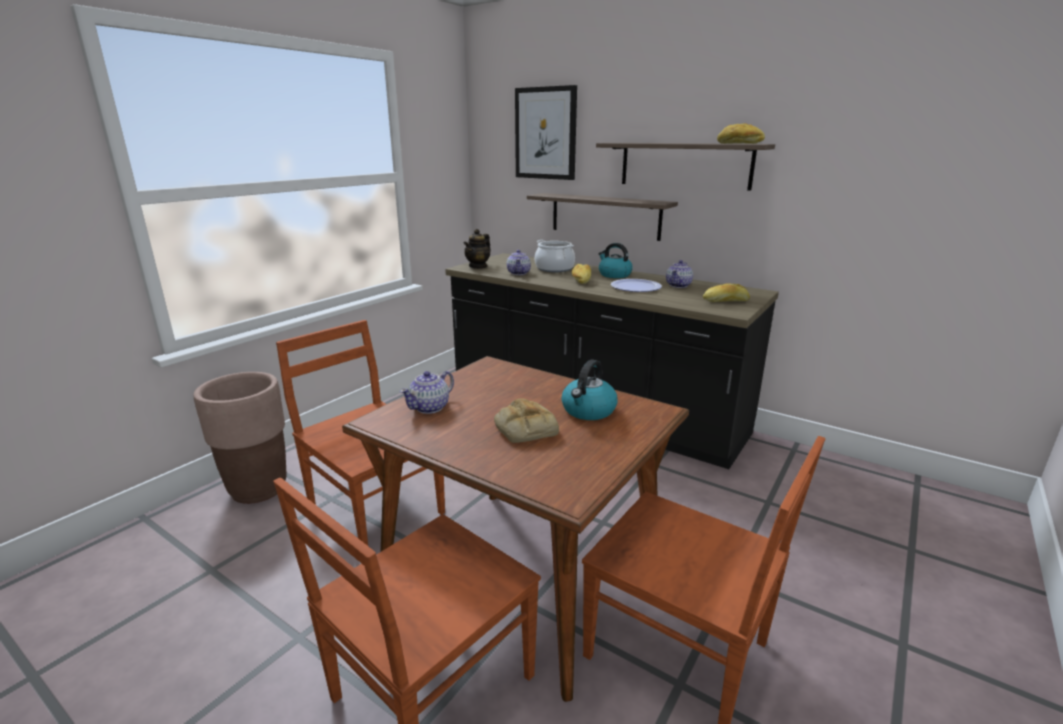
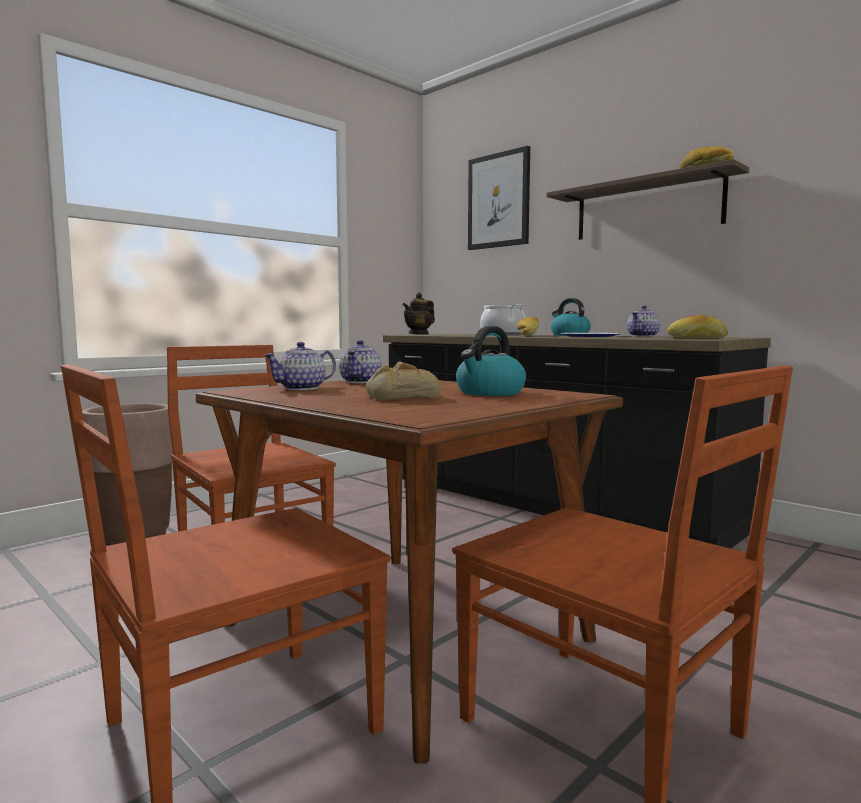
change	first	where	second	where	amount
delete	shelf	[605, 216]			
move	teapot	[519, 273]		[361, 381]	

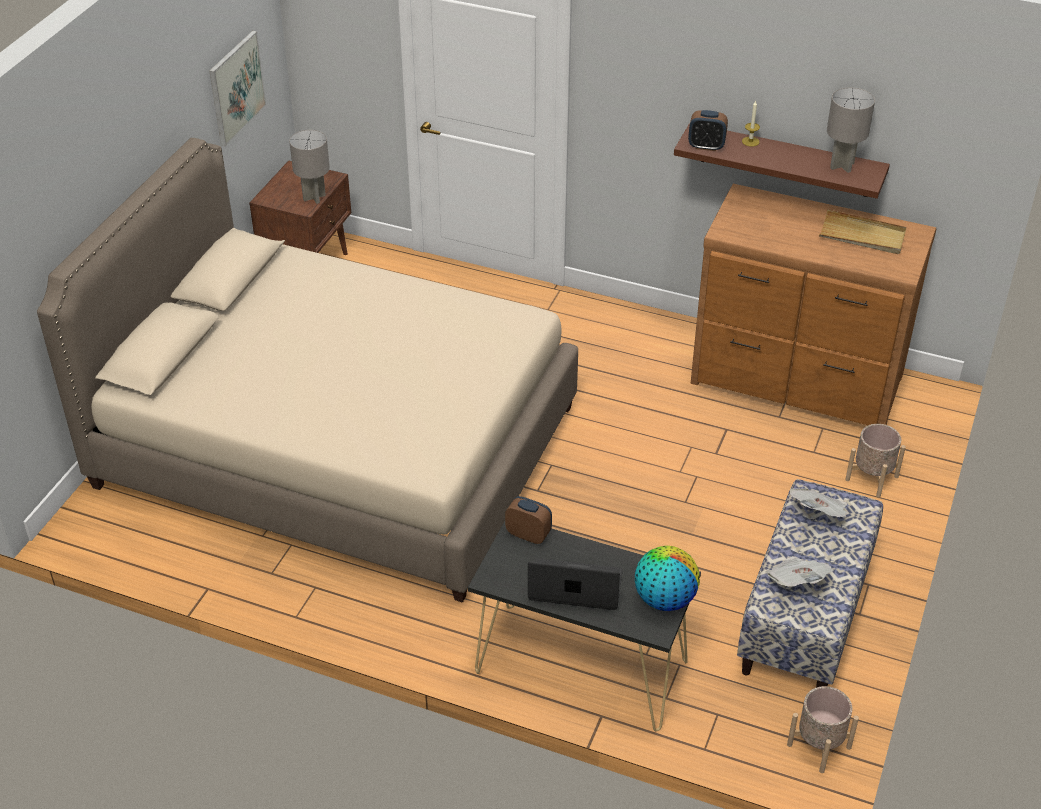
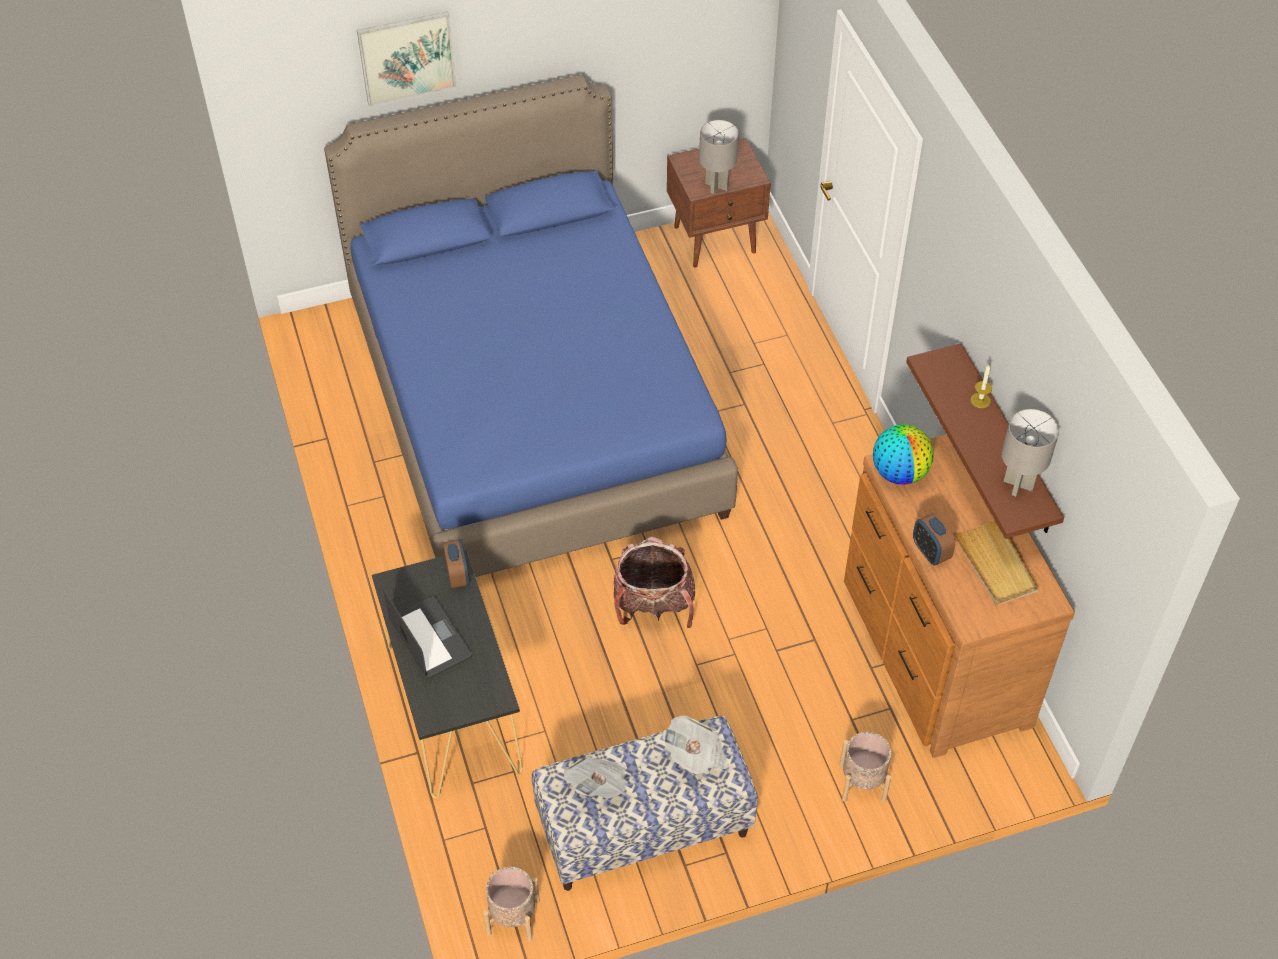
change	first	where	second	where	amount
insert			backpack	[653, 606]	
move	picture	[236, 88]		[407, 57]	
move	globe	[664, 599]		[899, 473]	
move	alarm clock	[706, 146]		[930, 552]	
recolor	beige bed	[337, 447]	blue bed	[533, 406]	

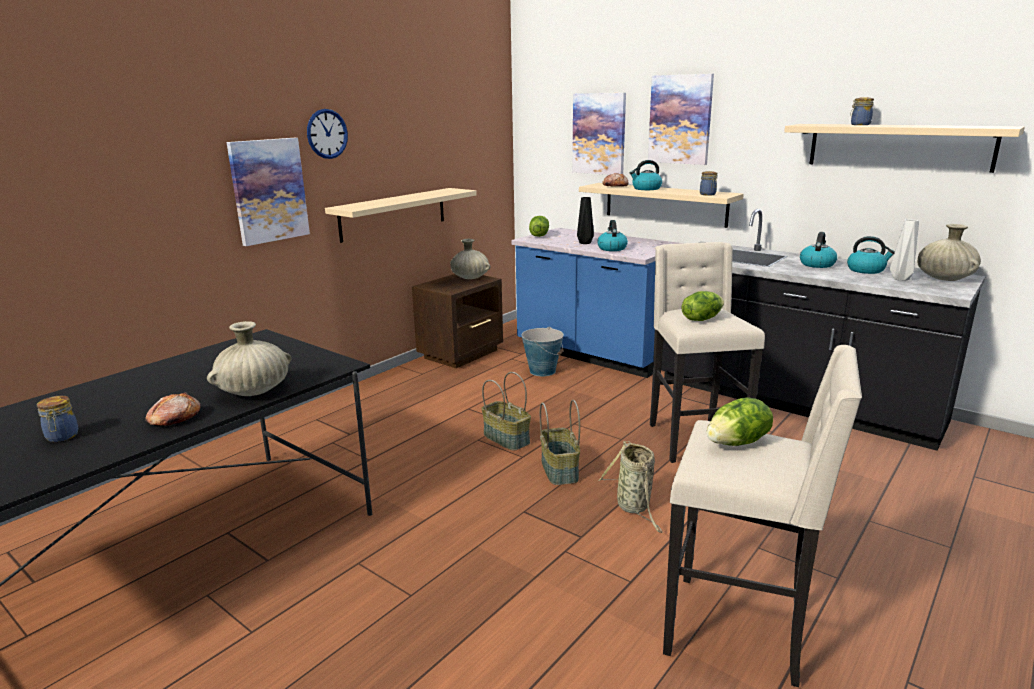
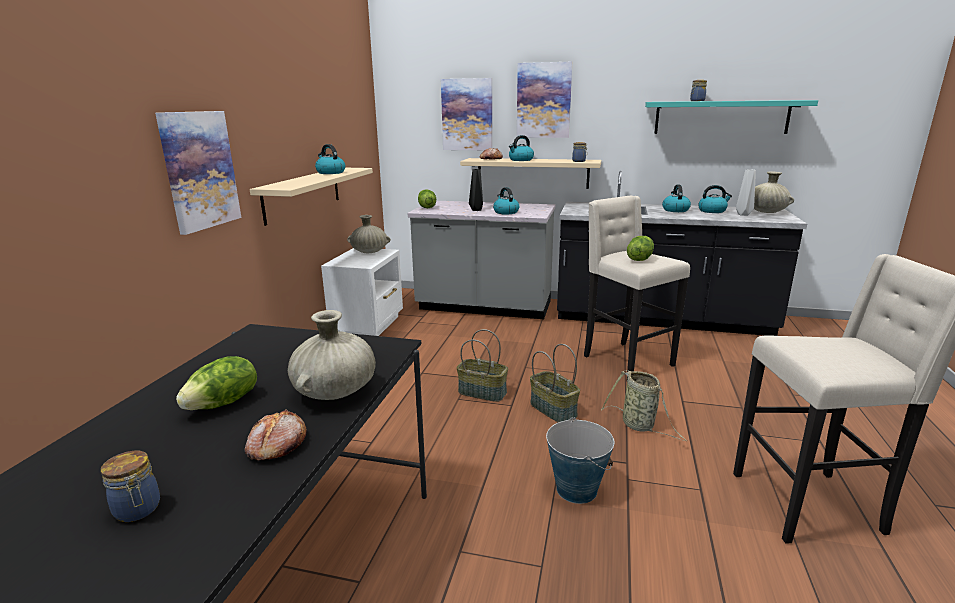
change	first	where	second	where	amount
delete	wall clock	[327, 134]			
insert			kettle	[330, 172]	
move	bucket	[542, 371]		[576, 489]	
move	lettuce	[738, 442]		[224, 403]	
recolor	brown nightstand	[462, 354]	white nightstand	[369, 325]	
recolor	blue counter	[594, 354]	grey counter	[484, 307]	
recolor	beige shelf	[898, 146]	turquoise shelf	[721, 117]	

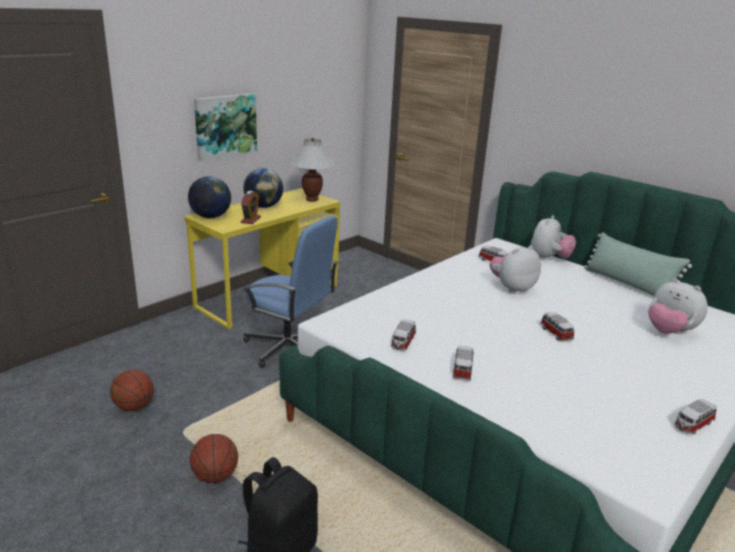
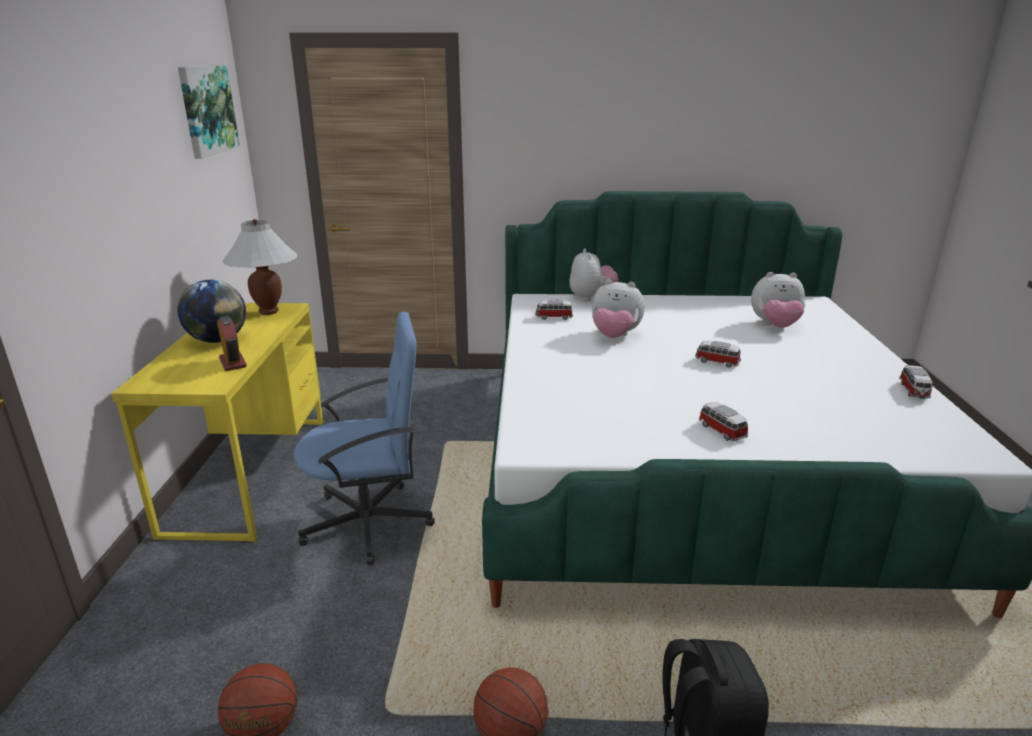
change	first	where	second	where	amount
delete	globe	[210, 217]			
delete	toy car	[403, 342]			
delete	green pillow	[628, 285]			
move	picture	[225, 126]		[207, 110]	
rotate	plush toy	[512, 288]		[614, 336]	90 degrees counterclockwise

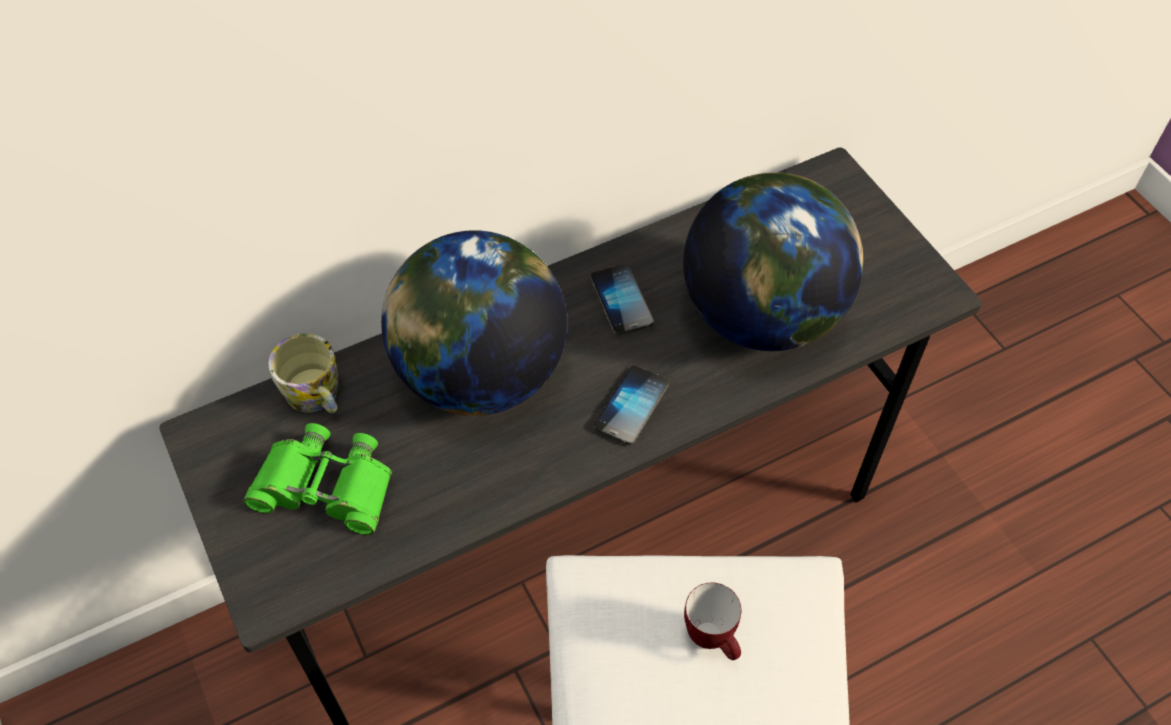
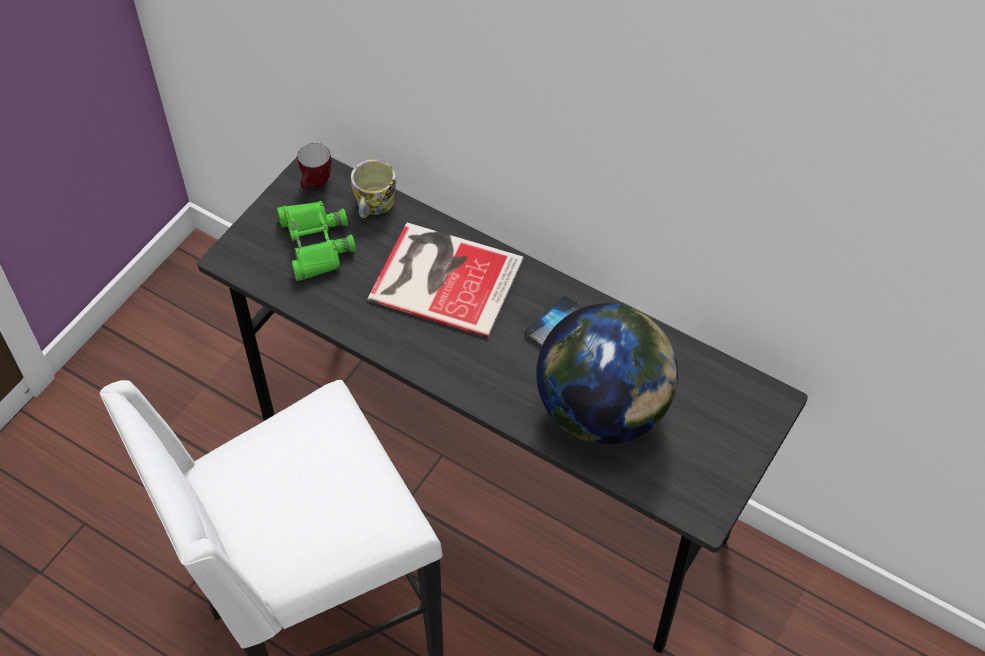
change	first	where	second	where	amount
delete	phone	[631, 406]			
move	mug	[713, 640]		[316, 185]	
replace	globe	[480, 374]	book	[443, 276]	

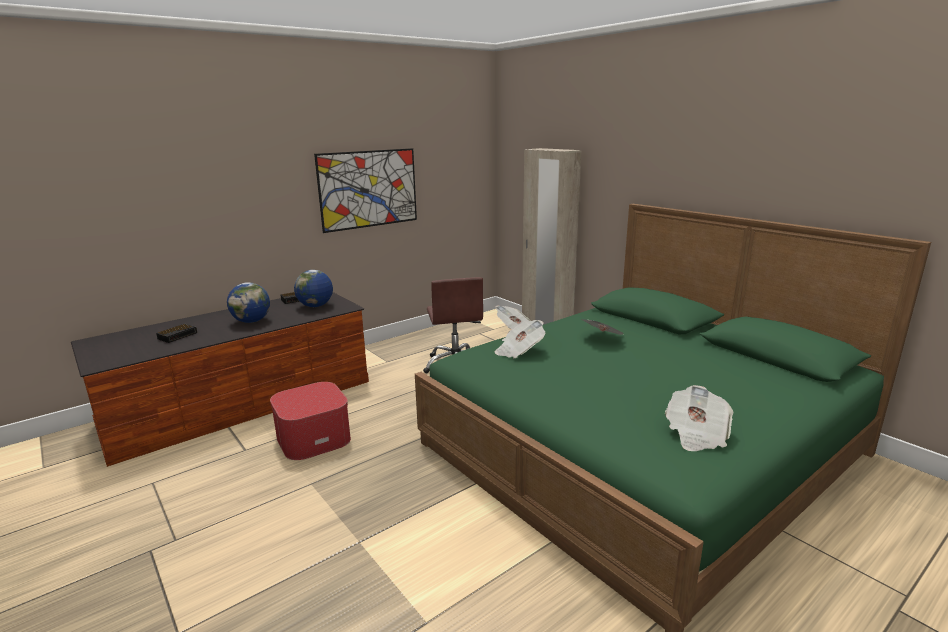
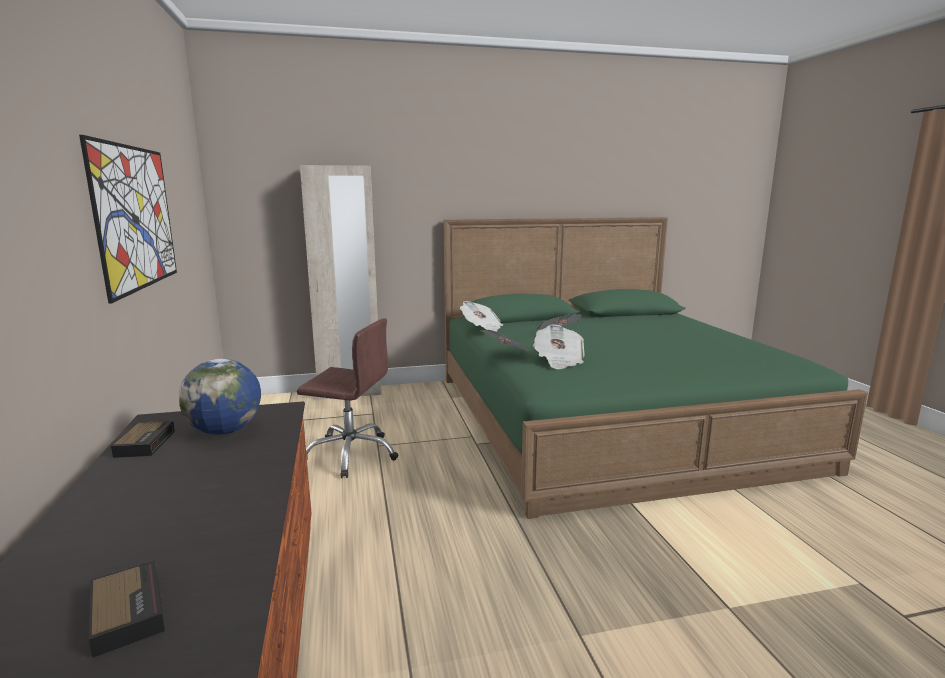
change	first	where	second	where	amount
delete	globe	[252, 321]			
delete	ottoman	[313, 437]			
move	newspaper	[696, 434]		[481, 328]	

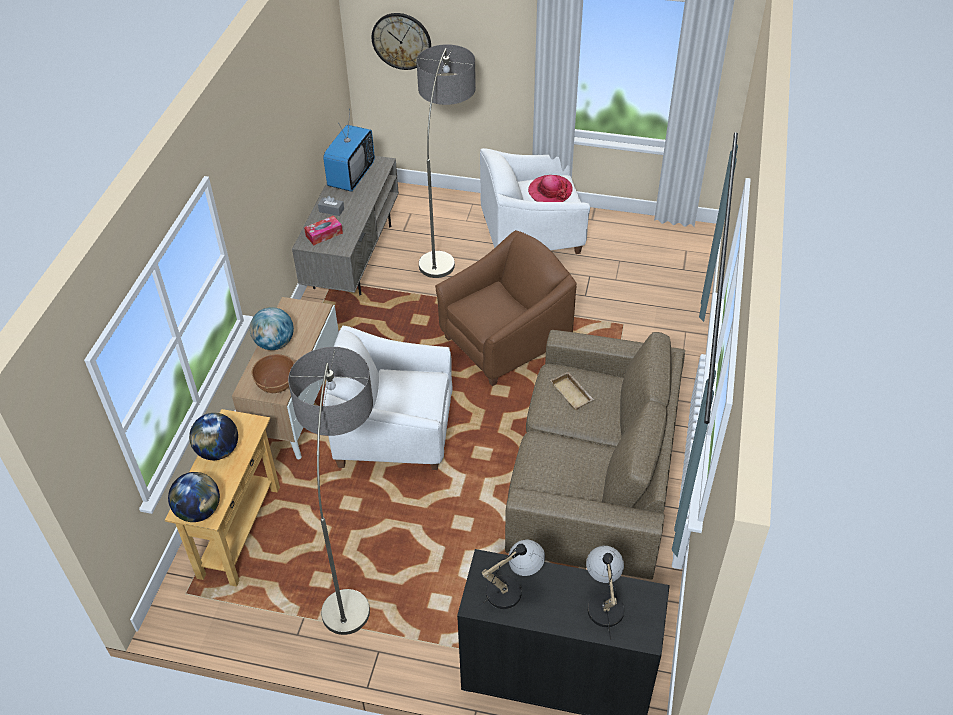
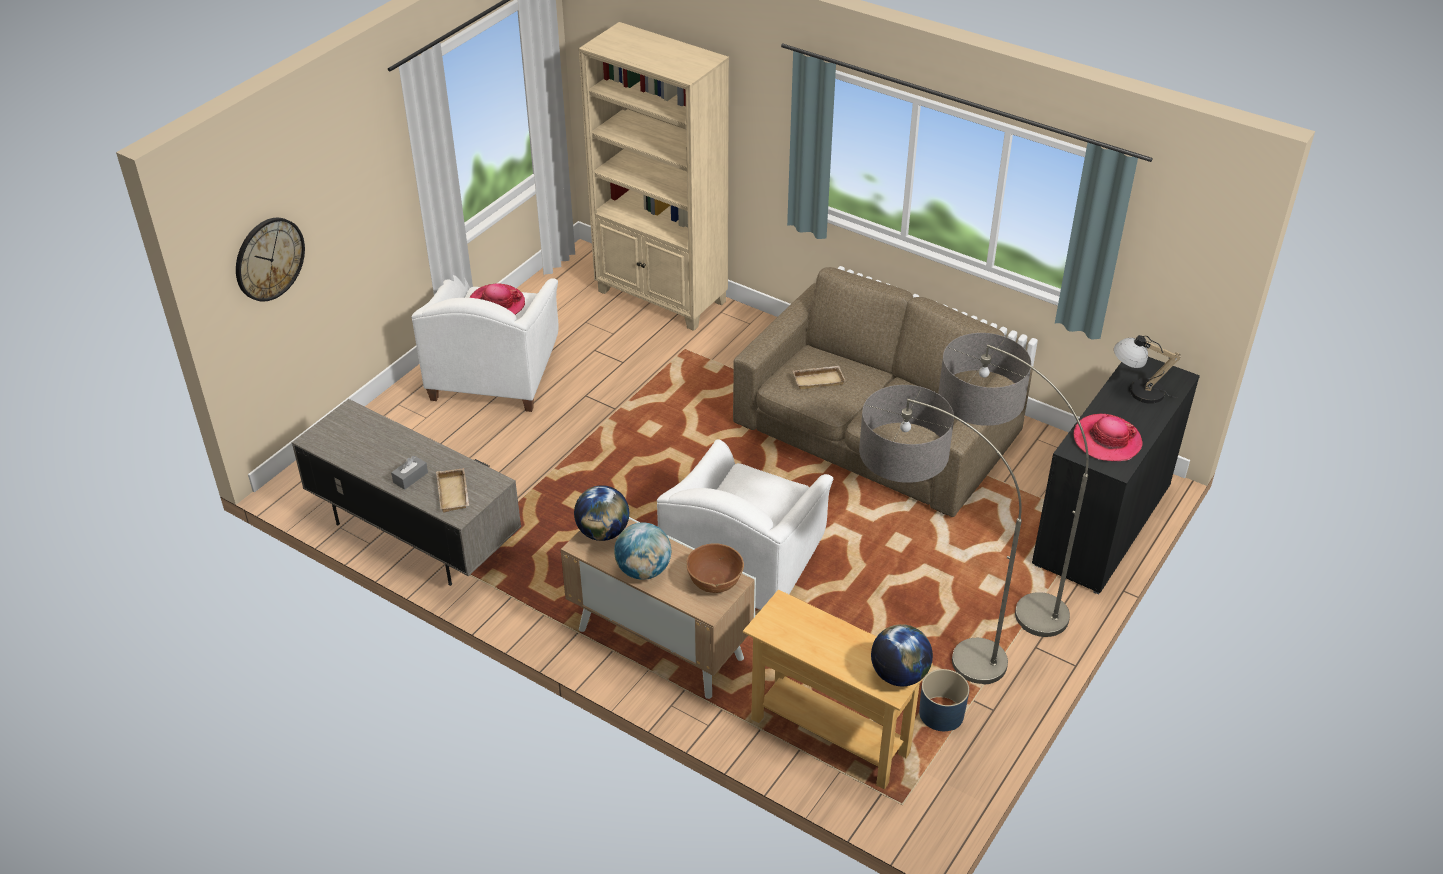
change	first	where	second	where	amount
delete	television	[351, 176]			
delete	brown armchair	[505, 343]			
insert			beige bookcase	[662, 297]	
insert			blue planter	[941, 714]	
move	globe	[218, 451]		[603, 532]	
move	floor lamp	[447, 238]		[983, 590]	
replace	tissue box	[324, 234]	beige tray	[455, 494]	
replace	table lamp	[512, 588]	hat	[1107, 440]	

